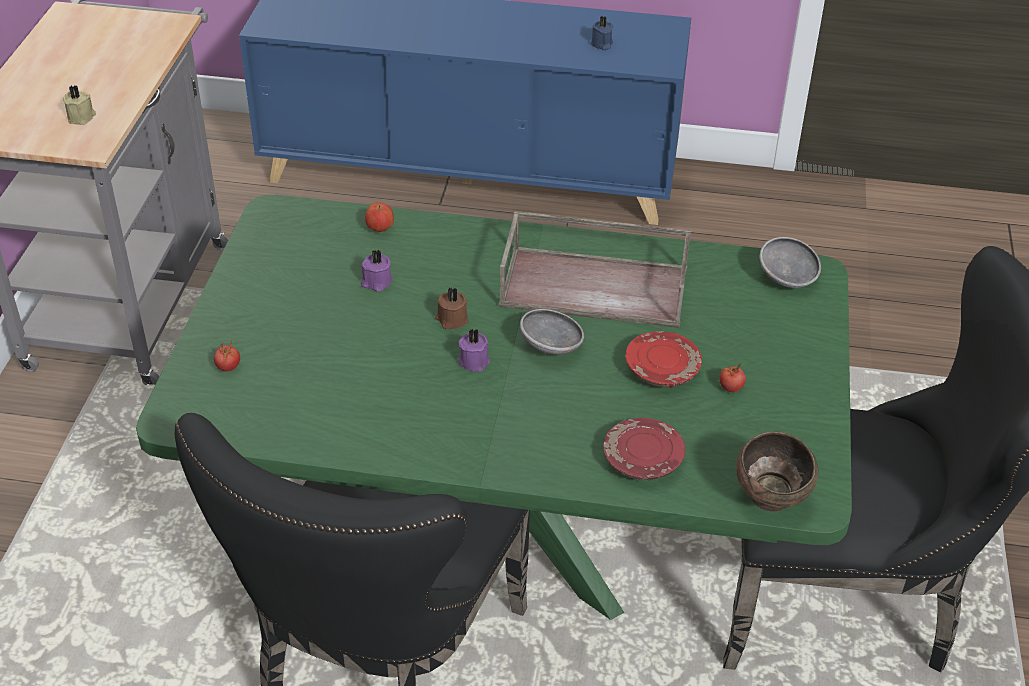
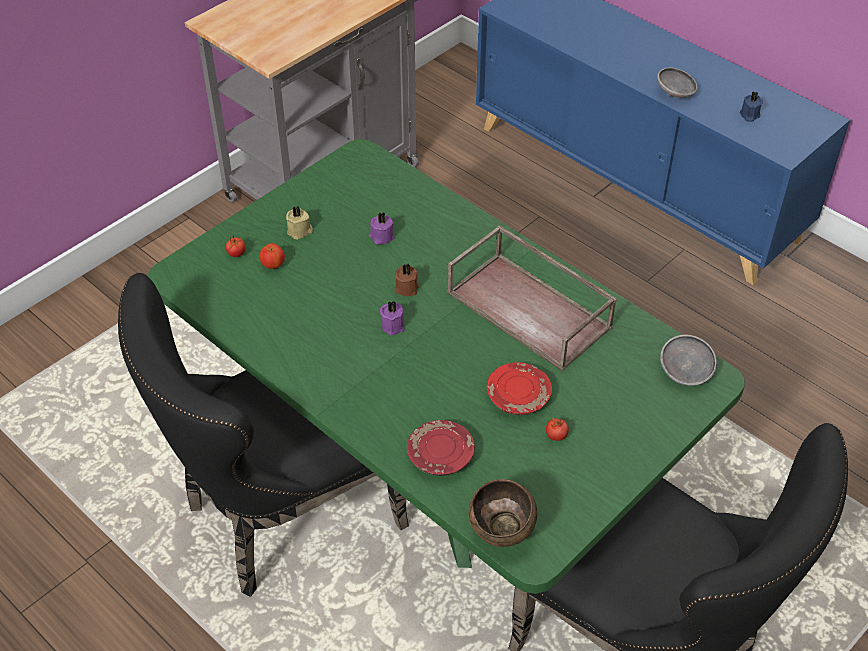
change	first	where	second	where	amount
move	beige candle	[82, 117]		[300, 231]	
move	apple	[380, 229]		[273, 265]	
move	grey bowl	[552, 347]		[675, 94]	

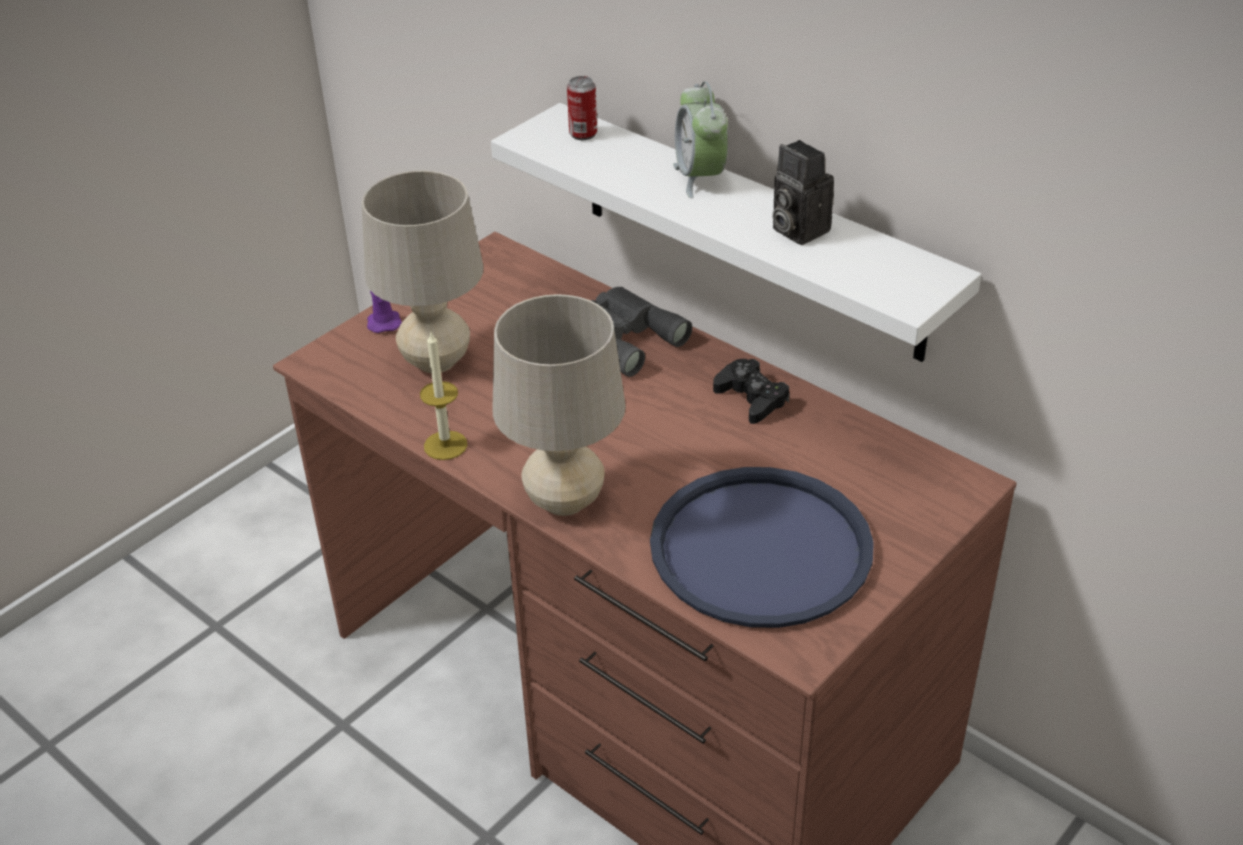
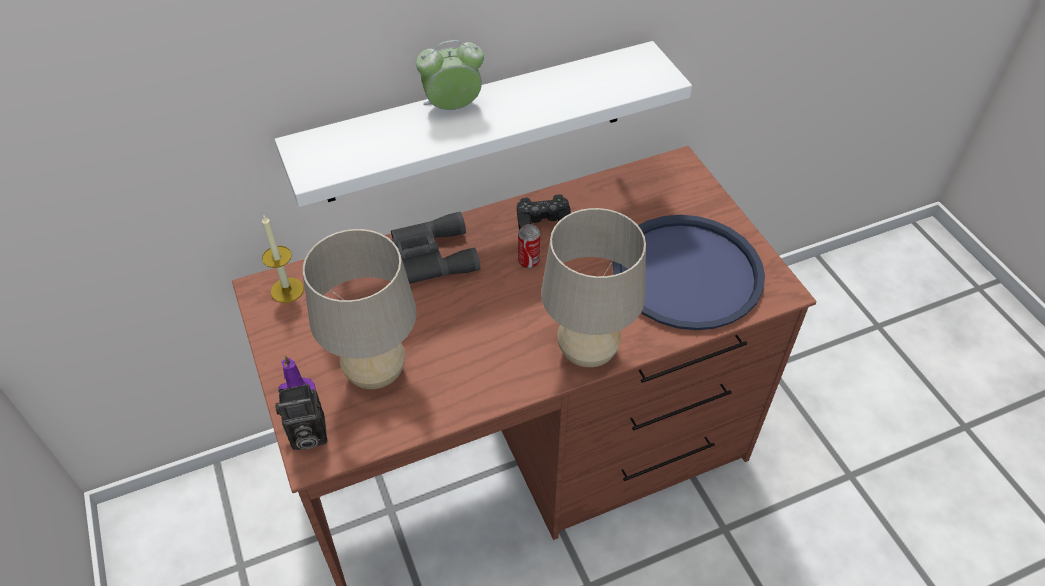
change	first	where	second	where	amount
move	candle	[445, 445]		[287, 290]	
move	can	[583, 134]		[528, 261]	
move	photo camera	[796, 229]		[306, 436]	
rotate	alarm clock	[700, 178]		[453, 107]	150 degrees clockwise

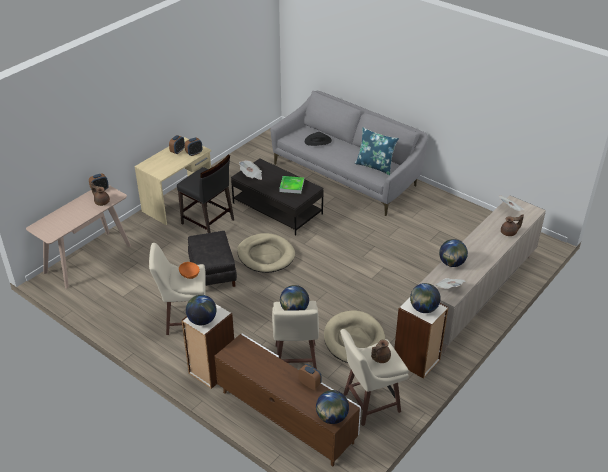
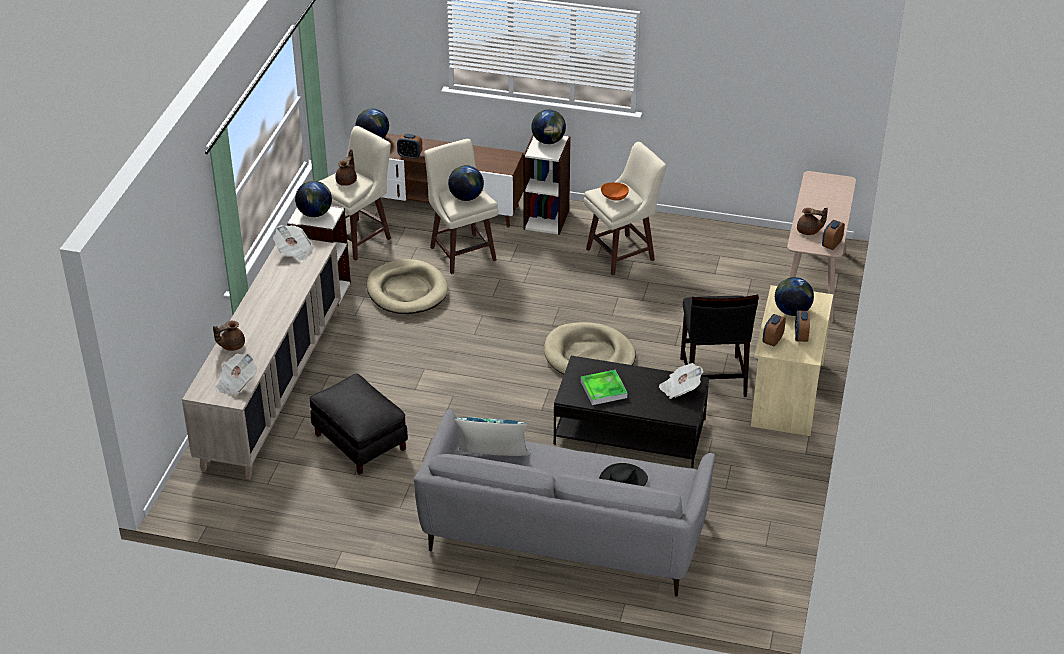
change	first	where	second	where	amount
move	black ottoman	[213, 273]		[359, 442]	
move	globe	[451, 263]		[792, 311]	
rotate	black chair	[208, 222]		[712, 377]	105 degrees counterclockwise

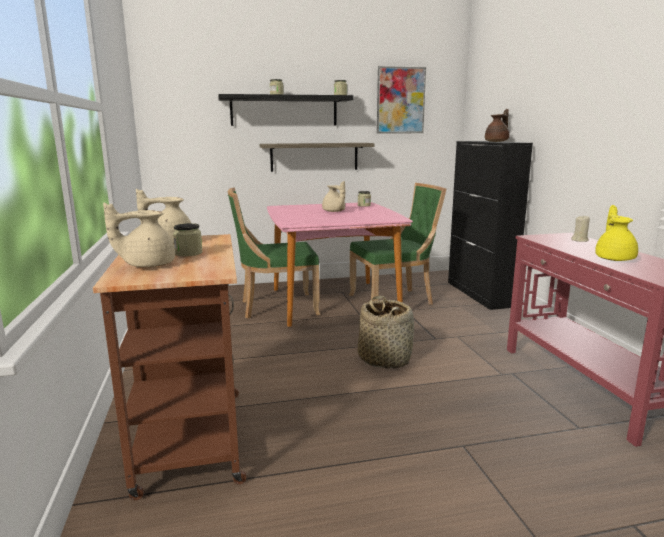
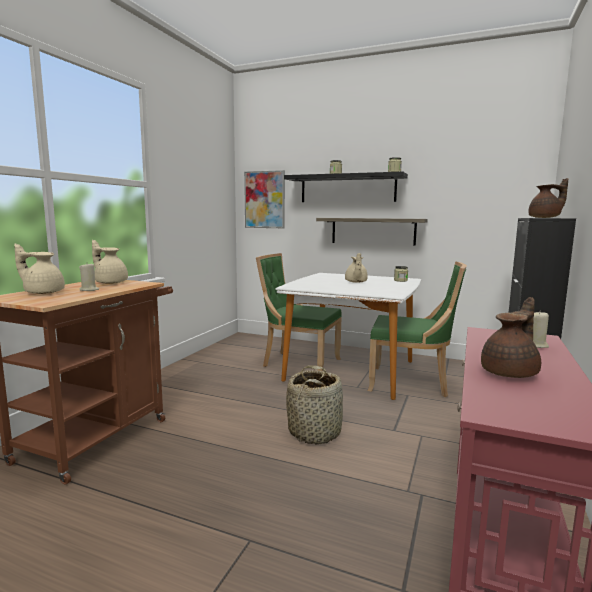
change	first	where	second	where	amount
move	picture	[400, 100]		[264, 199]	
replace	jar	[188, 253]	beige candle	[89, 290]	
recolor	pink dining table	[333, 303]	white dining table	[350, 371]	
recolor	yellow teapot	[614, 258]	brown teapot	[511, 373]	

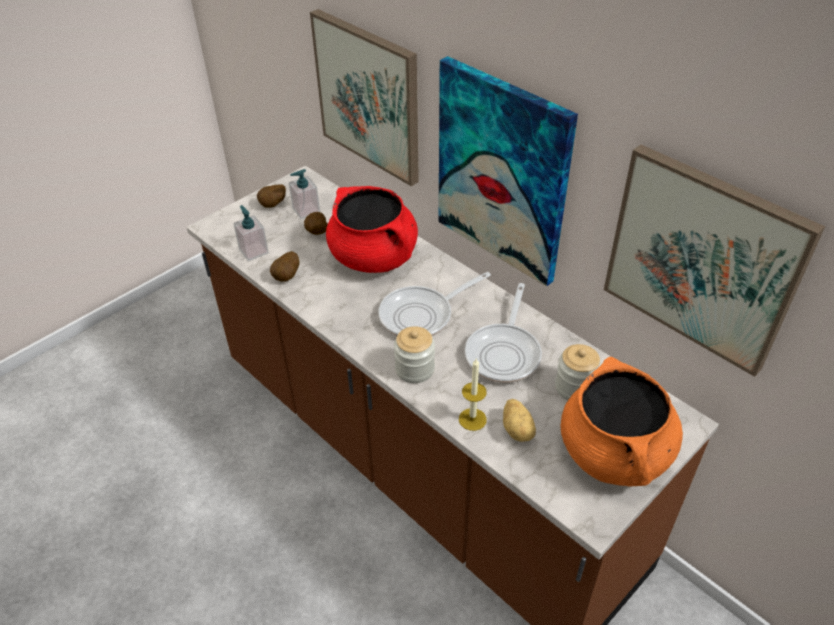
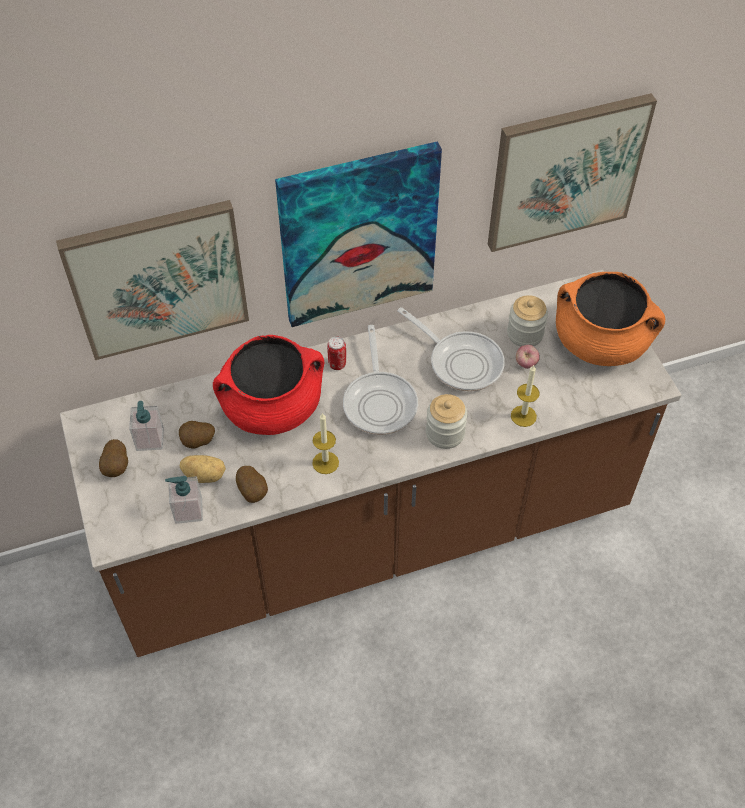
change	first	where	second	where	amount
insert			candle	[325, 462]	
insert			can	[337, 364]	
insert			apple	[526, 364]	
move	potato	[518, 430]		[205, 475]	

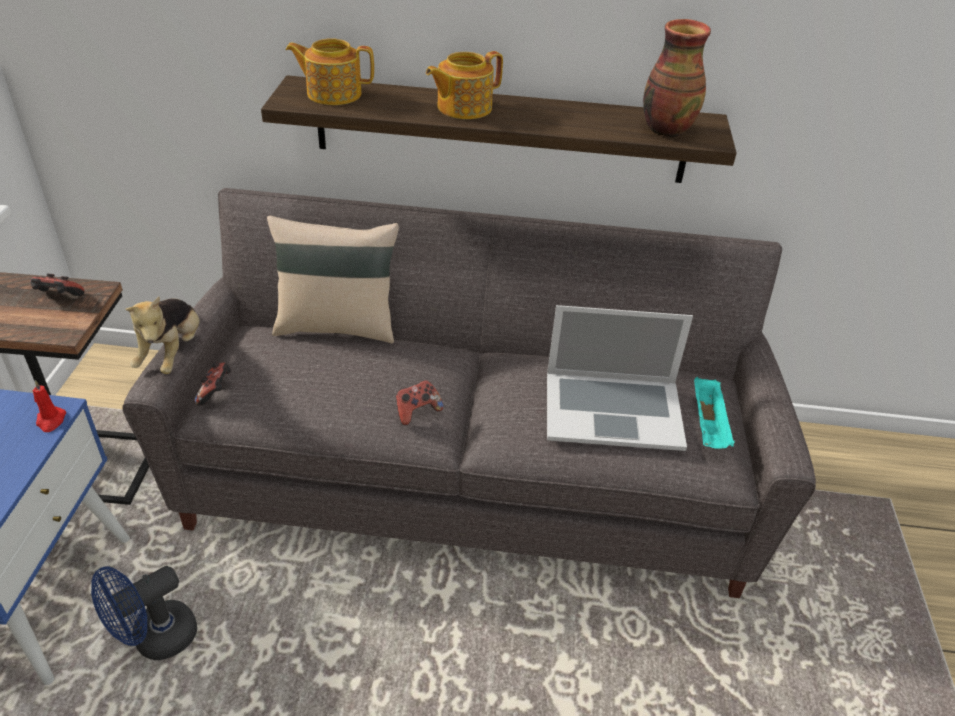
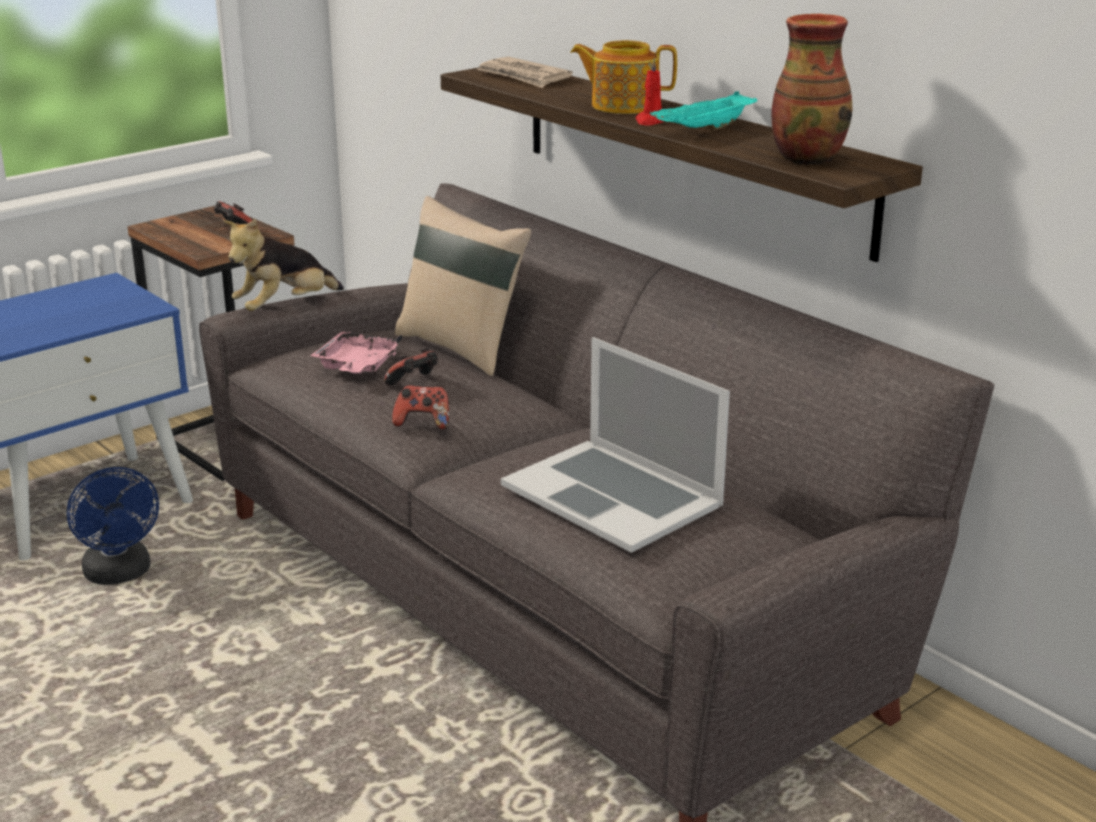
change	first	where	second	where	amount
insert			pink tray	[357, 366]	
move	red candle	[51, 420]		[651, 121]	
move	game controller	[216, 393]		[414, 383]	
move	turquoise tray	[708, 425]		[704, 130]	
replace	teapot	[333, 93]	newspaper	[524, 76]	
rotate	blue fan	[155, 640]		[120, 575]	120 degrees counterclockwise

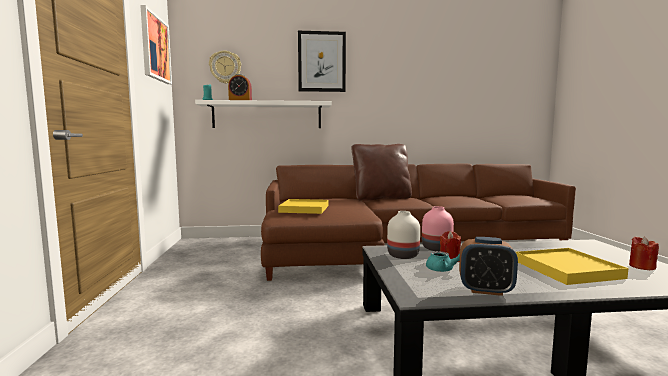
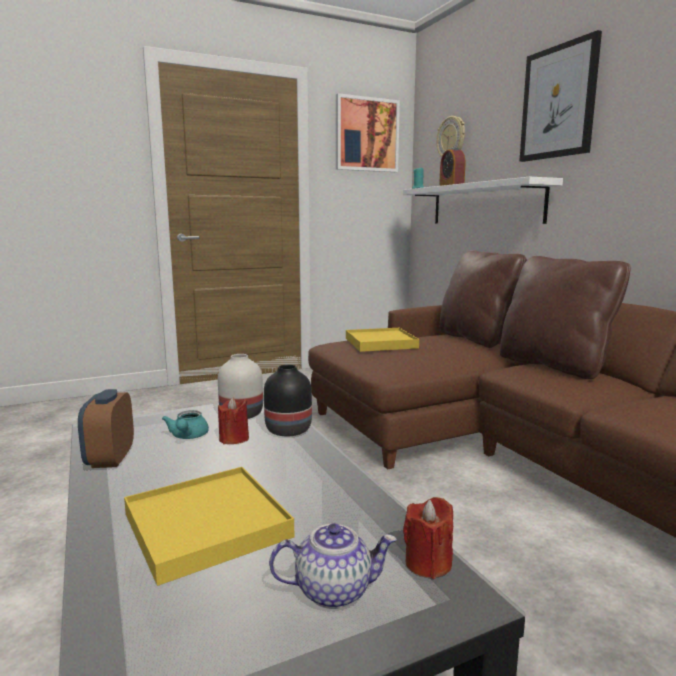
change	first	where	second	where	amount
insert			teapot	[334, 590]	
insert			brown pillow	[477, 339]	
move	red candle	[642, 266]		[428, 563]	
recolor	pink vase	[437, 248]	black vase	[287, 430]	

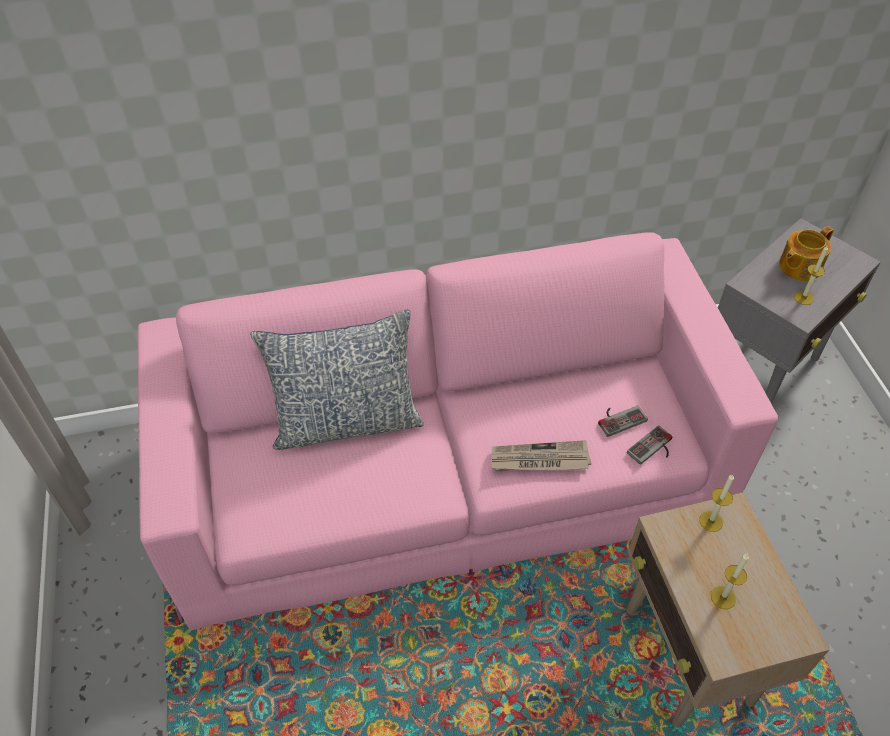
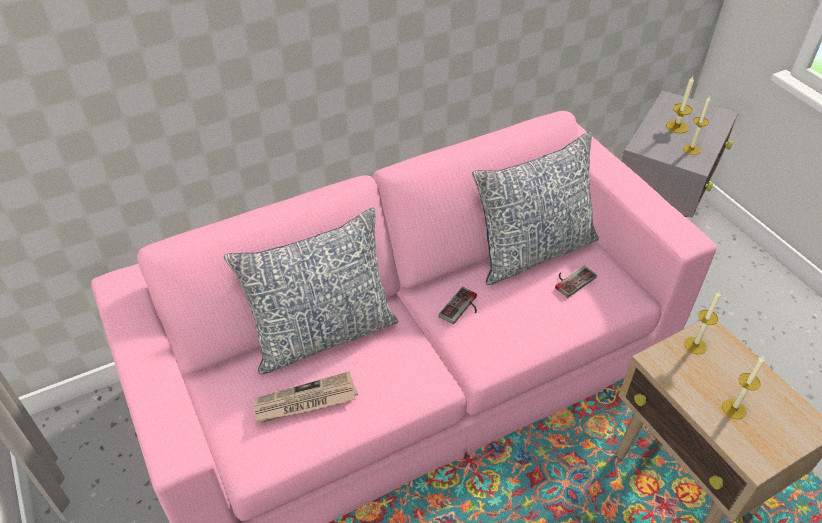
change	first	where	second	where	amount
insert			pillow	[533, 251]	
move	newspaper	[539, 460]		[305, 401]	
move	game controller	[653, 449]		[462, 309]	
replace	teapot	[798, 266]	candle	[677, 126]	

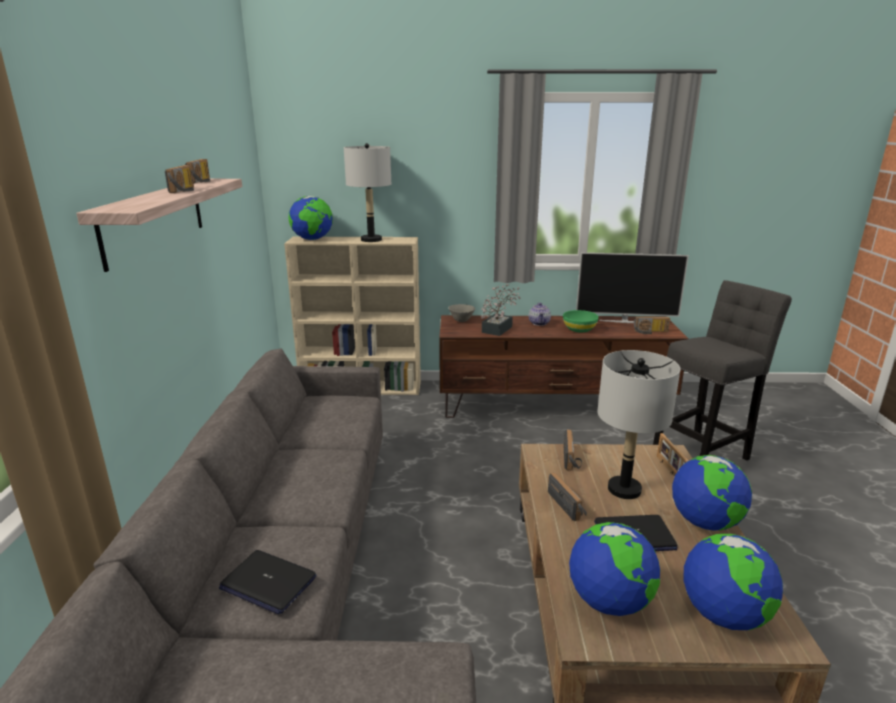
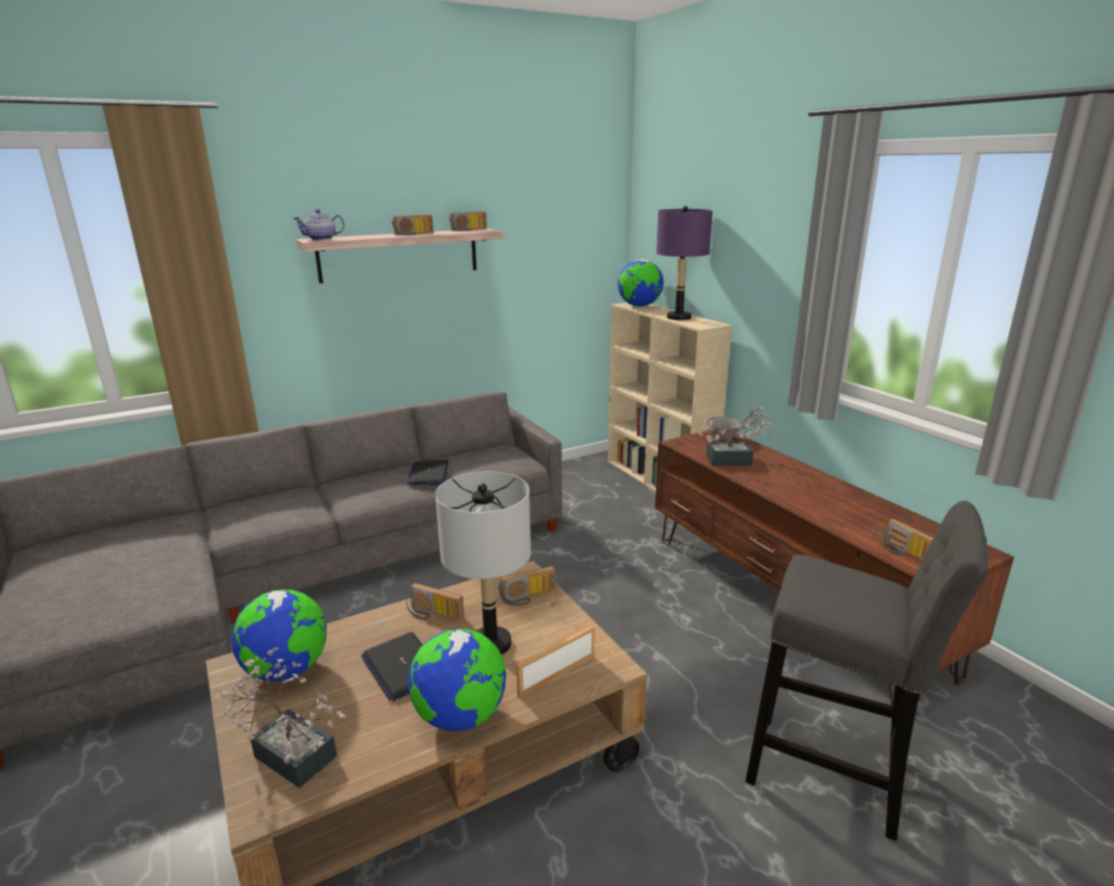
change	first	where	second	where	amount
delete	green bowl	[579, 329]			
delete	television	[625, 321]			
move	laptop	[268, 582]		[428, 474]	
move	teapot	[539, 323]		[321, 239]	
replace	globe	[723, 615]	potted plant	[290, 751]	
recolor	grey table lamp	[371, 240]	purple table lamp	[678, 317]	
rotate	radio	[568, 505]		[433, 615]	75 degrees clockwise

